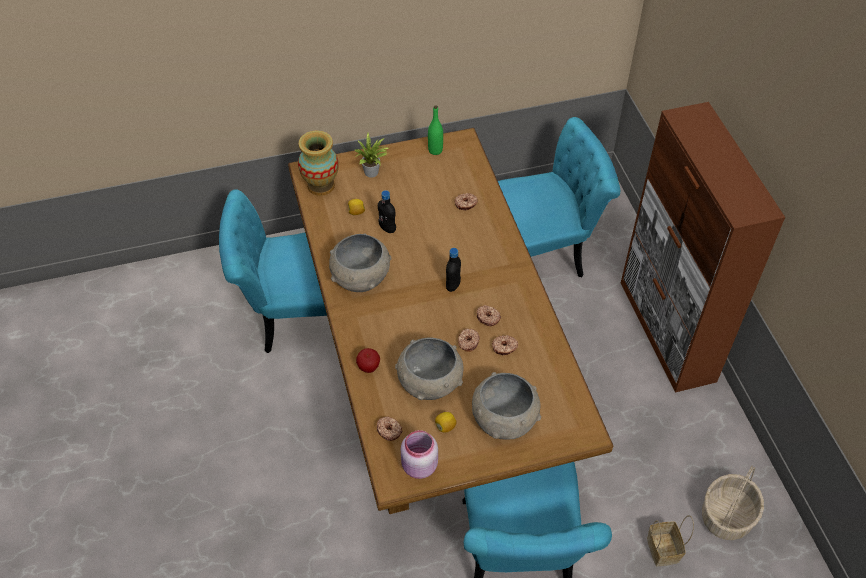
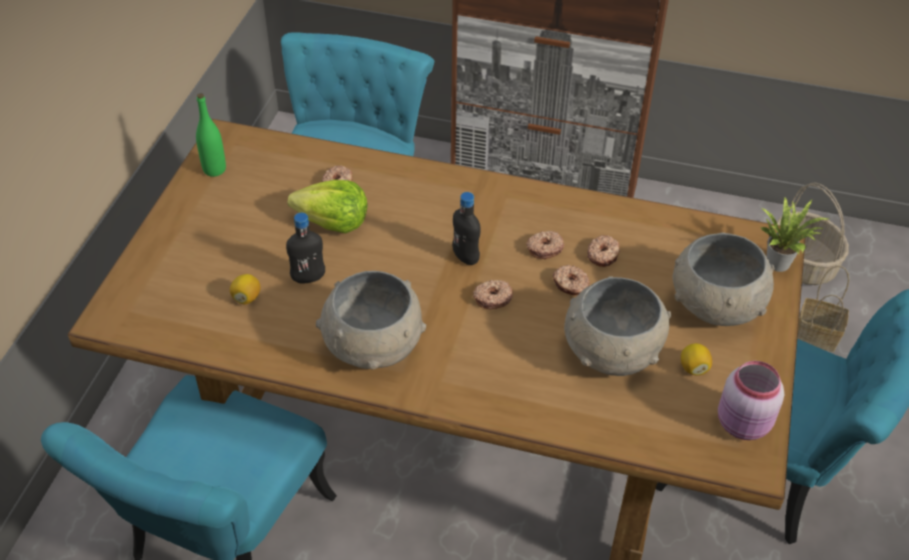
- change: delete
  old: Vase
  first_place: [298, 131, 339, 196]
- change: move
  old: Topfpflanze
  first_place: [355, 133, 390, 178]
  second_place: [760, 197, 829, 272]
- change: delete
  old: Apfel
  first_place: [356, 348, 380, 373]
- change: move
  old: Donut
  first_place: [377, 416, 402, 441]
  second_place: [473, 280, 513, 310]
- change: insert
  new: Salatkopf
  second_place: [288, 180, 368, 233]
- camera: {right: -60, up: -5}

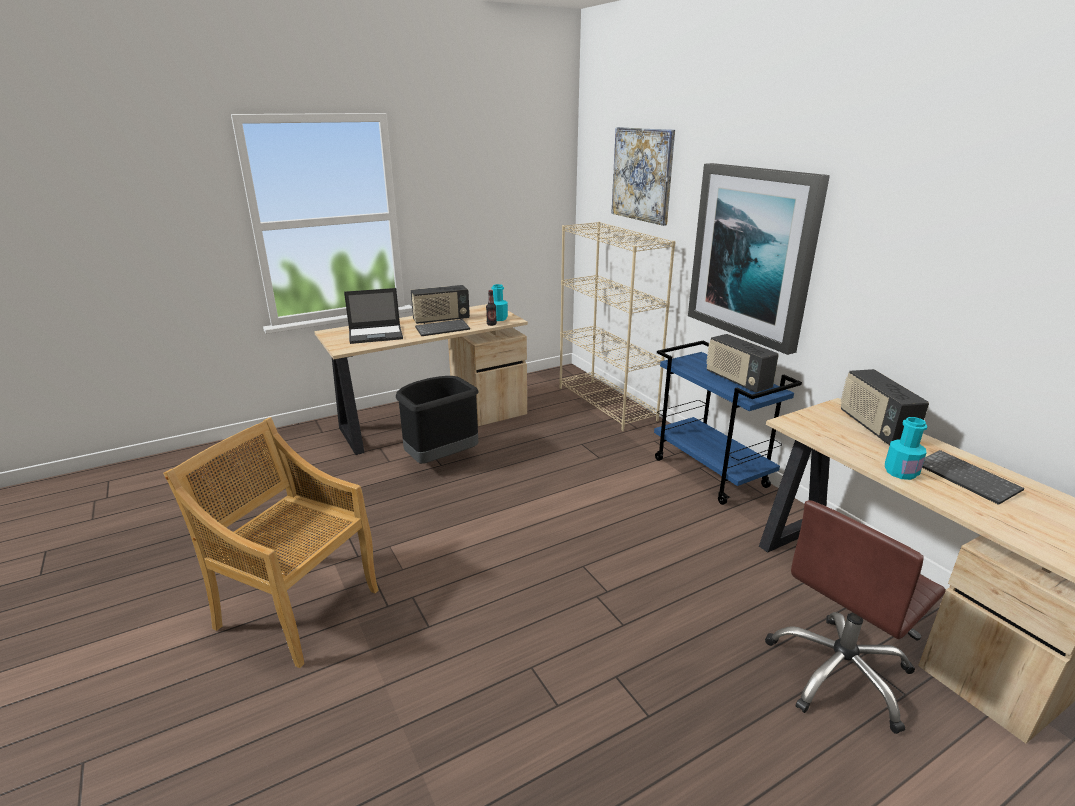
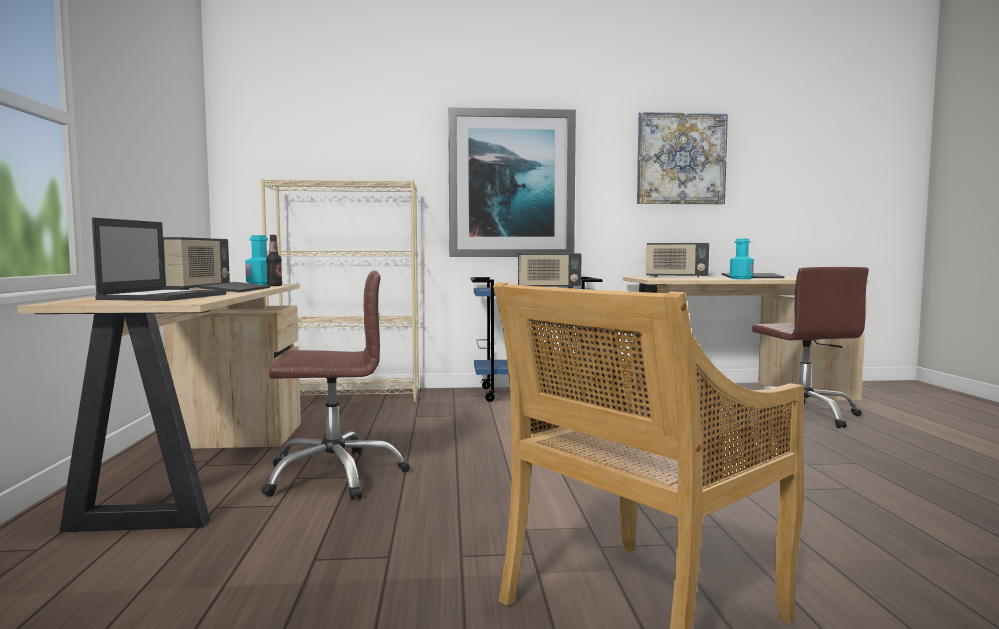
- change: replace
  old: Mülleimer (schwarz)
  new: Bürostuhl (braun)
  first_place: [396, 376, 478, 464]
  second_place: [261, 271, 410, 500]
- change: move
  old: Bild
  first_place: [611, 127, 675, 226]
  second_place: [637, 112, 728, 204]
- camera: {right: -65, up: -20}

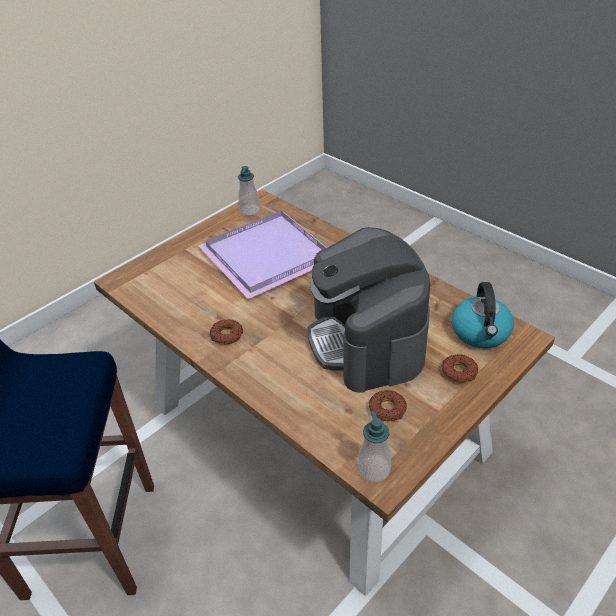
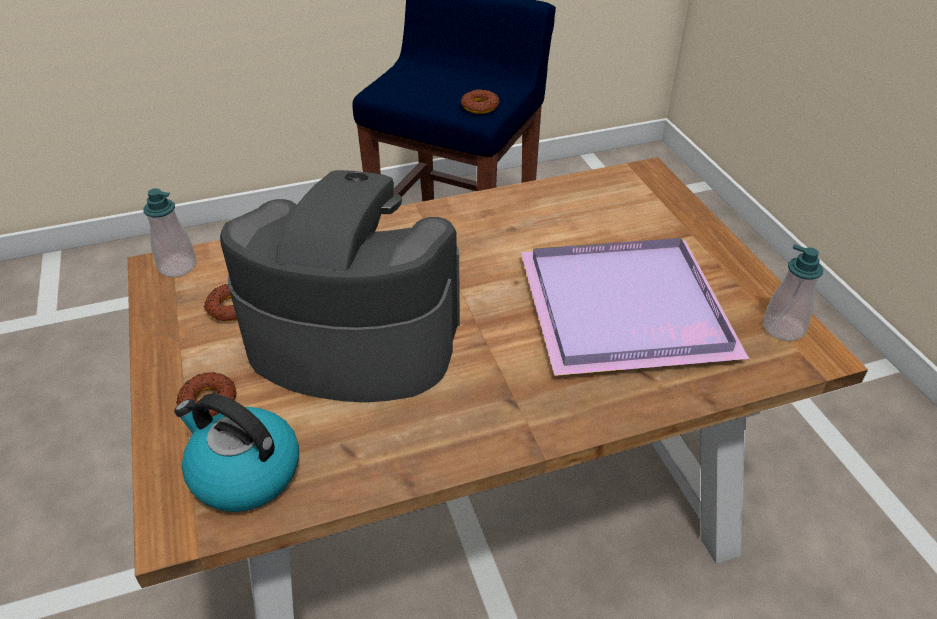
- change: move
  old: Donut
  first_place: [210, 319, 243, 345]
  second_place: [461, 89, 499, 114]
- camera: {right: 115, up: 0}

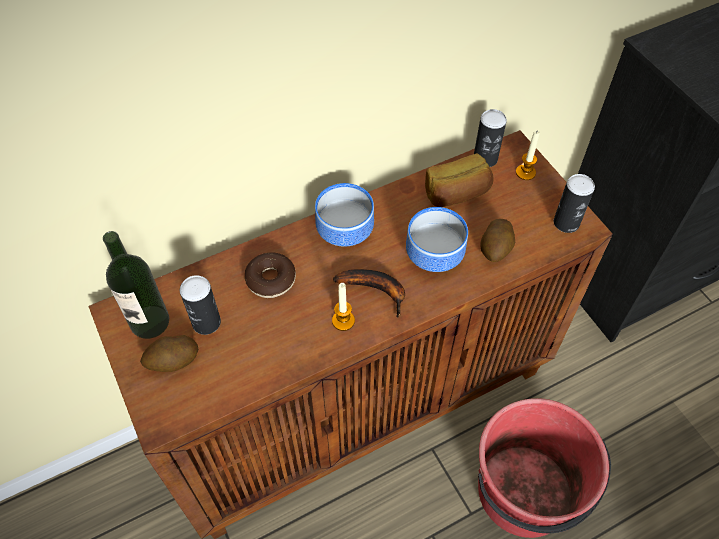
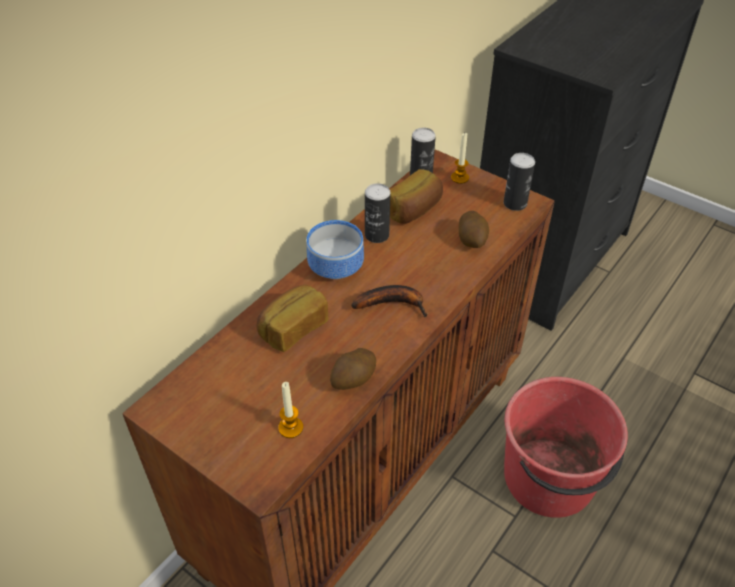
- change: delete
  old: Flasche
  first_place: [103, 231, 169, 339]
- change: move
  old: Kartoffel
  first_place: [140, 335, 198, 372]
  second_place: [330, 348, 376, 390]
- change: move
  old: Dose
  first_place: [180, 275, 221, 335]
  second_place: [365, 183, 390, 243]
- change: replace
  old: Donut
  new: Brot
  first_place: [245, 253, 296, 298]
  second_place: [256, 285, 328, 352]
- change: move
  old: Kerze
  first_place: [332, 283, 355, 331]
  second_place: [278, 382, 303, 438]
- change: delete
  old: Schüssel
  first_place: [406, 207, 468, 272]
- camera: {right: -25, up: -10}

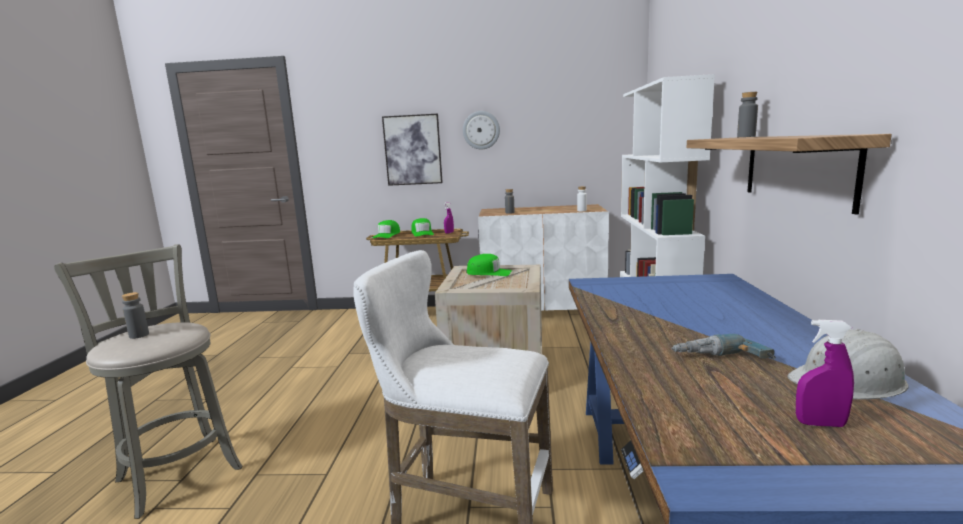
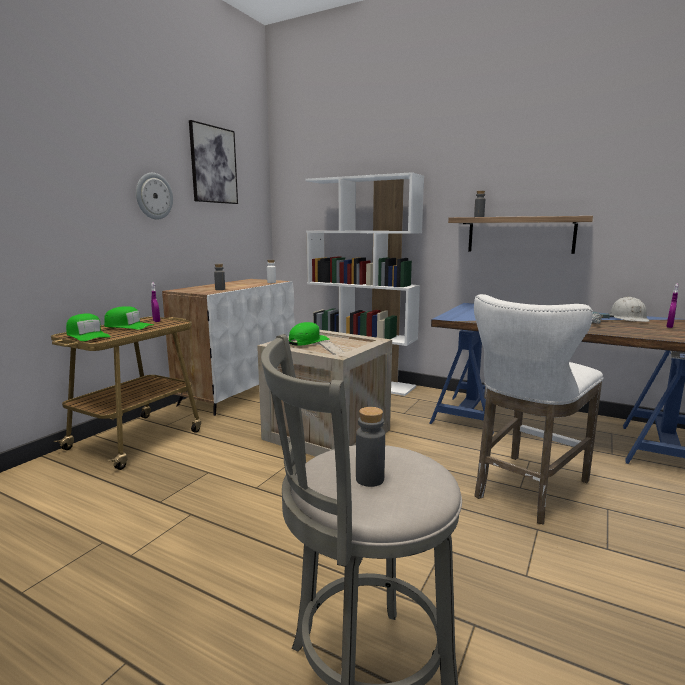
- change: move
  old: Bild
  first_place: [382, 114, 443, 186]
  second_place: [189, 120, 238, 204]
- camera: {right: -65, up: 0}

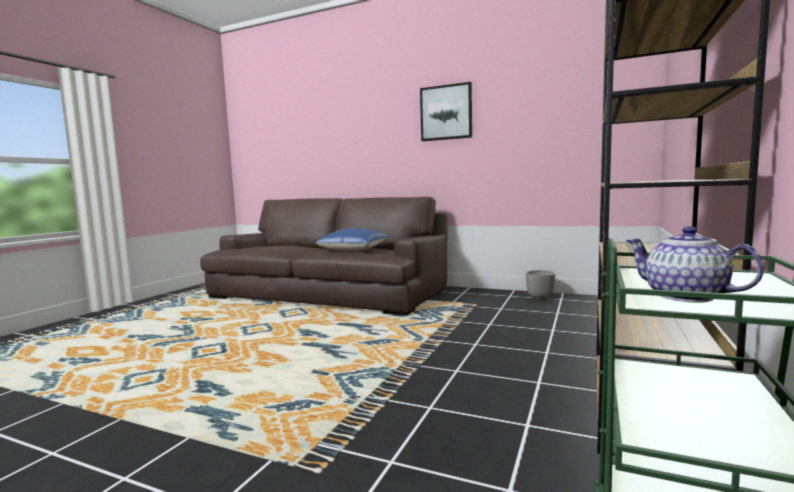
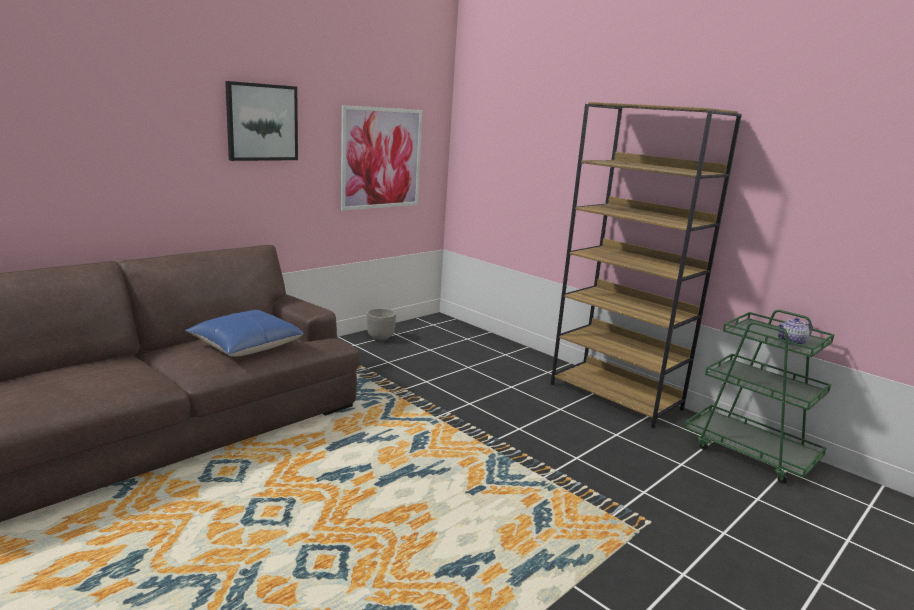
- change: insert
  new: Bild
  second_place: [341, 105, 422, 211]
- camera: {right: -70, up: 10}

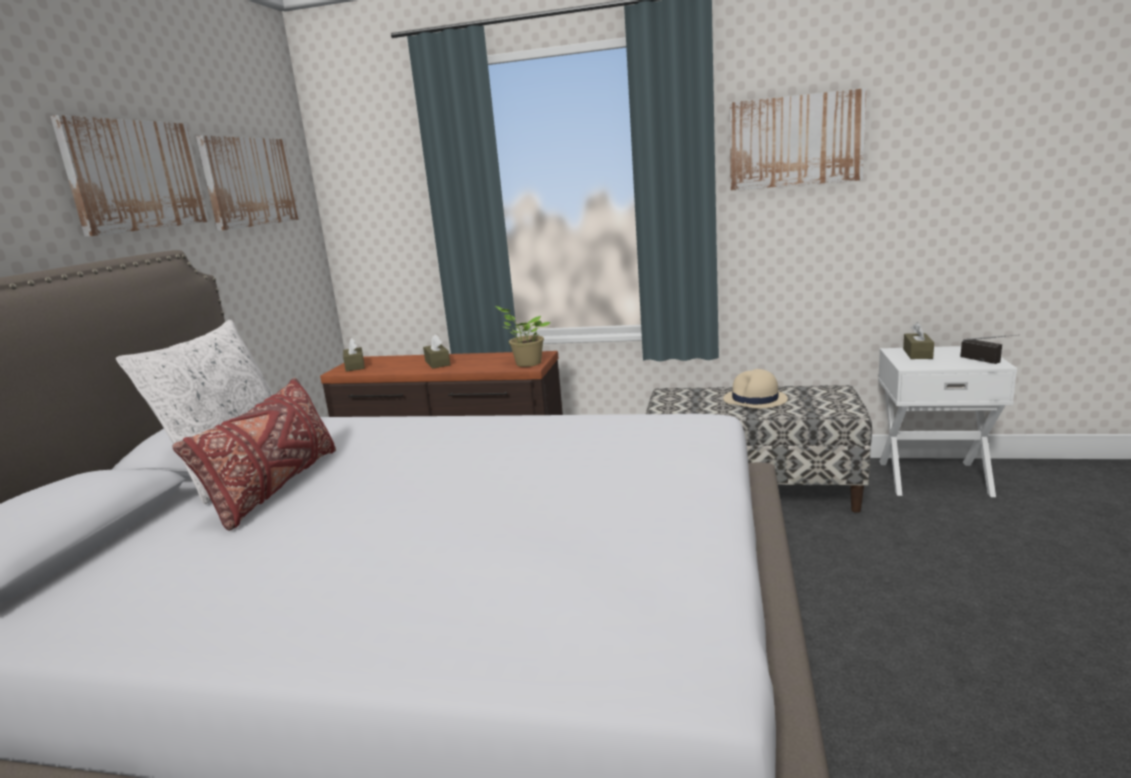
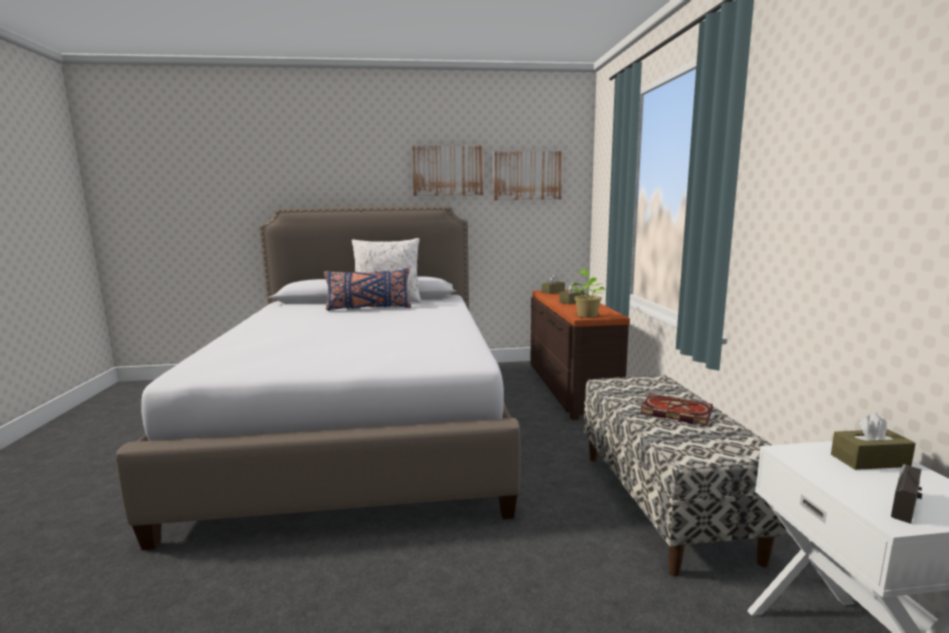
- change: recolor
  old: Kissen (rot)
  new: Kissen (blau)
  first_place: [172, 378, 336, 531]
  second_place: [324, 268, 411, 311]
- change: replace
  old: Hut (beige)
  new: Buch
  first_place: [723, 369, 788, 408]
  second_place: [640, 394, 713, 426]
- change: delete
  old: Bild
  first_place: [730, 88, 866, 190]
- camera: {right: 70, up: -5}

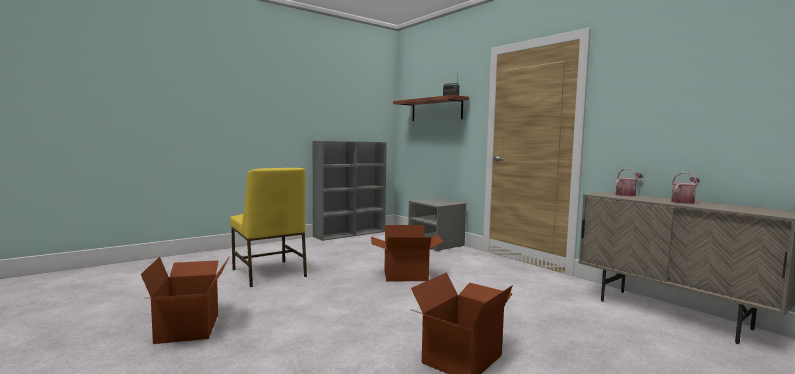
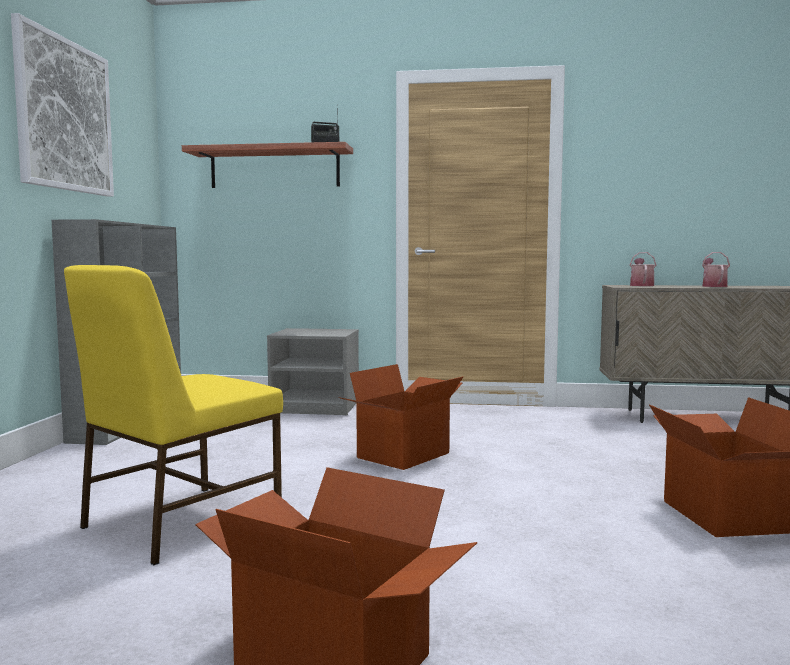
- change: rotate
  old: Stuhl (gelb)
  first_place: [230, 168, 307, 287]
  second_place: [64, 265, 283, 565]
  degrees: 120
- change: insert
  new: Bild
  second_place: [11, 13, 114, 197]
- camera: {right: -45, up: 0}

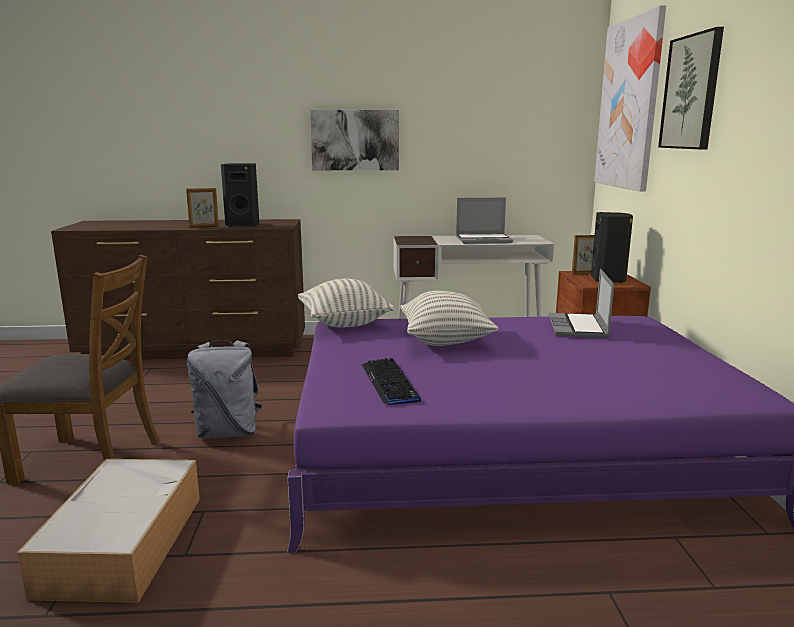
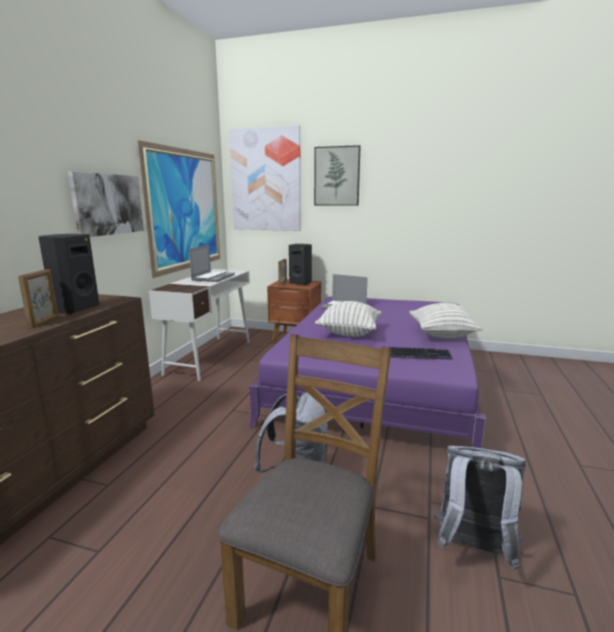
- change: replace
  old: Aufbewahrungsbox
  new: Rucksack (grau)
  first_place: [17, 459, 200, 603]
  second_place: [434, 446, 526, 570]
- change: move
  old: Kissen
  first_place: [298, 279, 394, 327]
  second_place: [409, 303, 483, 339]
- change: insert
  new: Bild
  second_place: [137, 140, 220, 278]
- camera: {right: -70, up: 0}

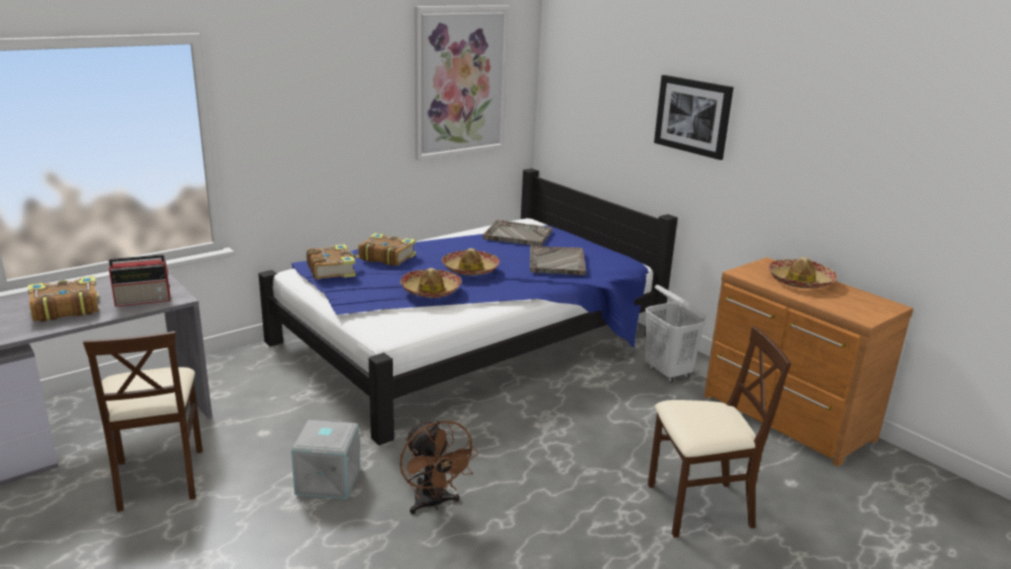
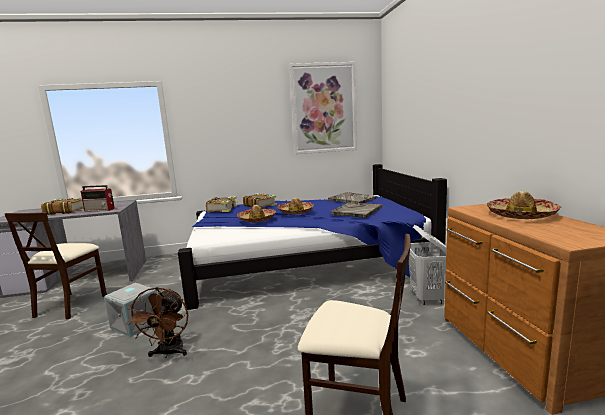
- change: delete
  old: Bild
  first_place: [654, 75, 734, 160]
- camera: {right: 30, up: -10}

